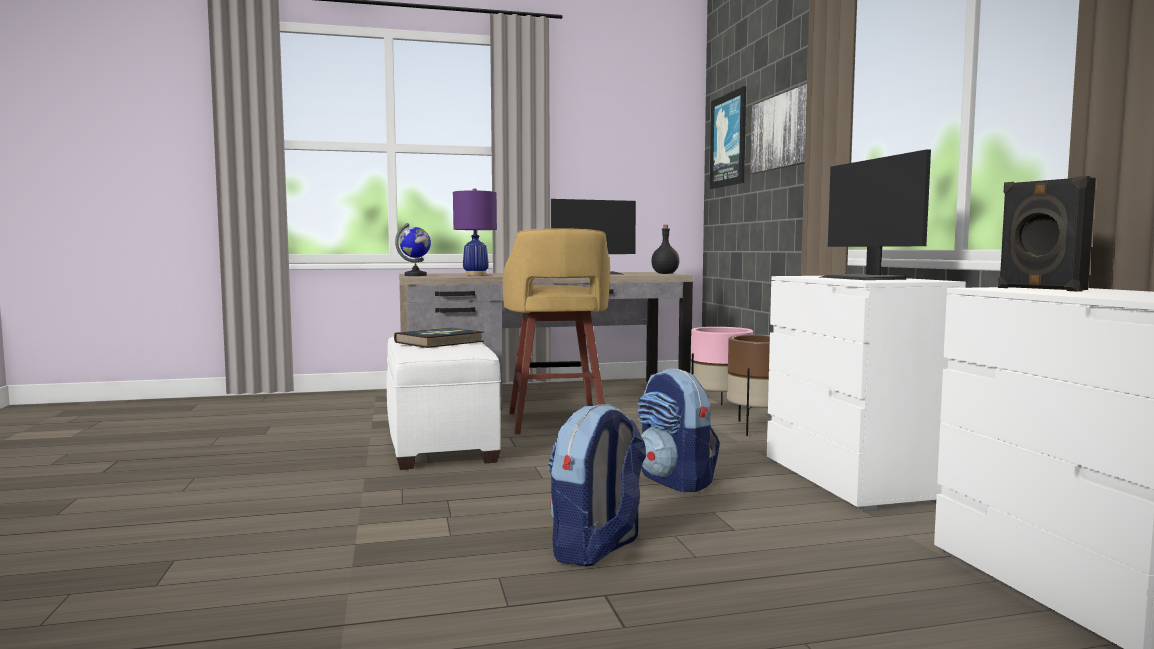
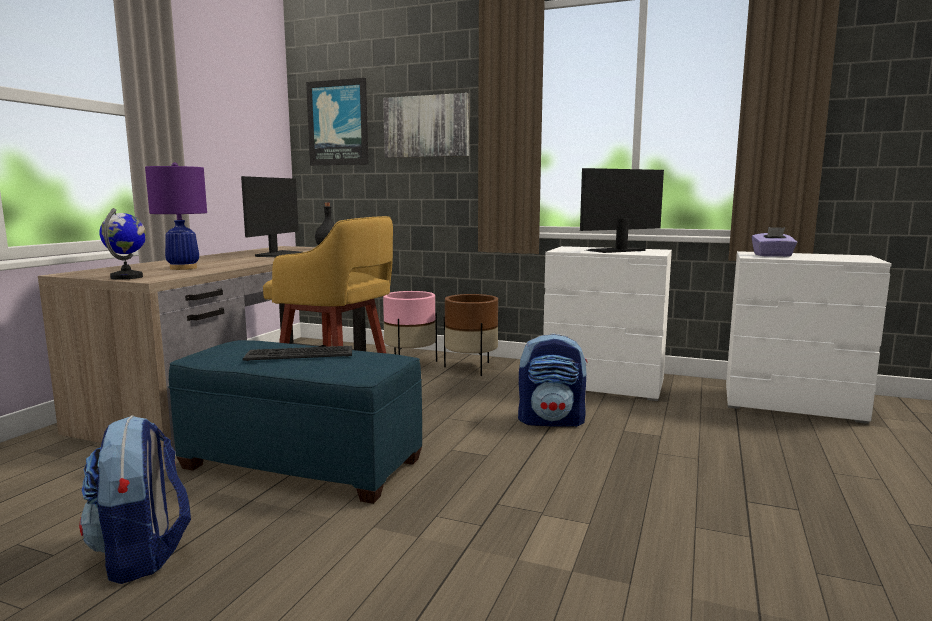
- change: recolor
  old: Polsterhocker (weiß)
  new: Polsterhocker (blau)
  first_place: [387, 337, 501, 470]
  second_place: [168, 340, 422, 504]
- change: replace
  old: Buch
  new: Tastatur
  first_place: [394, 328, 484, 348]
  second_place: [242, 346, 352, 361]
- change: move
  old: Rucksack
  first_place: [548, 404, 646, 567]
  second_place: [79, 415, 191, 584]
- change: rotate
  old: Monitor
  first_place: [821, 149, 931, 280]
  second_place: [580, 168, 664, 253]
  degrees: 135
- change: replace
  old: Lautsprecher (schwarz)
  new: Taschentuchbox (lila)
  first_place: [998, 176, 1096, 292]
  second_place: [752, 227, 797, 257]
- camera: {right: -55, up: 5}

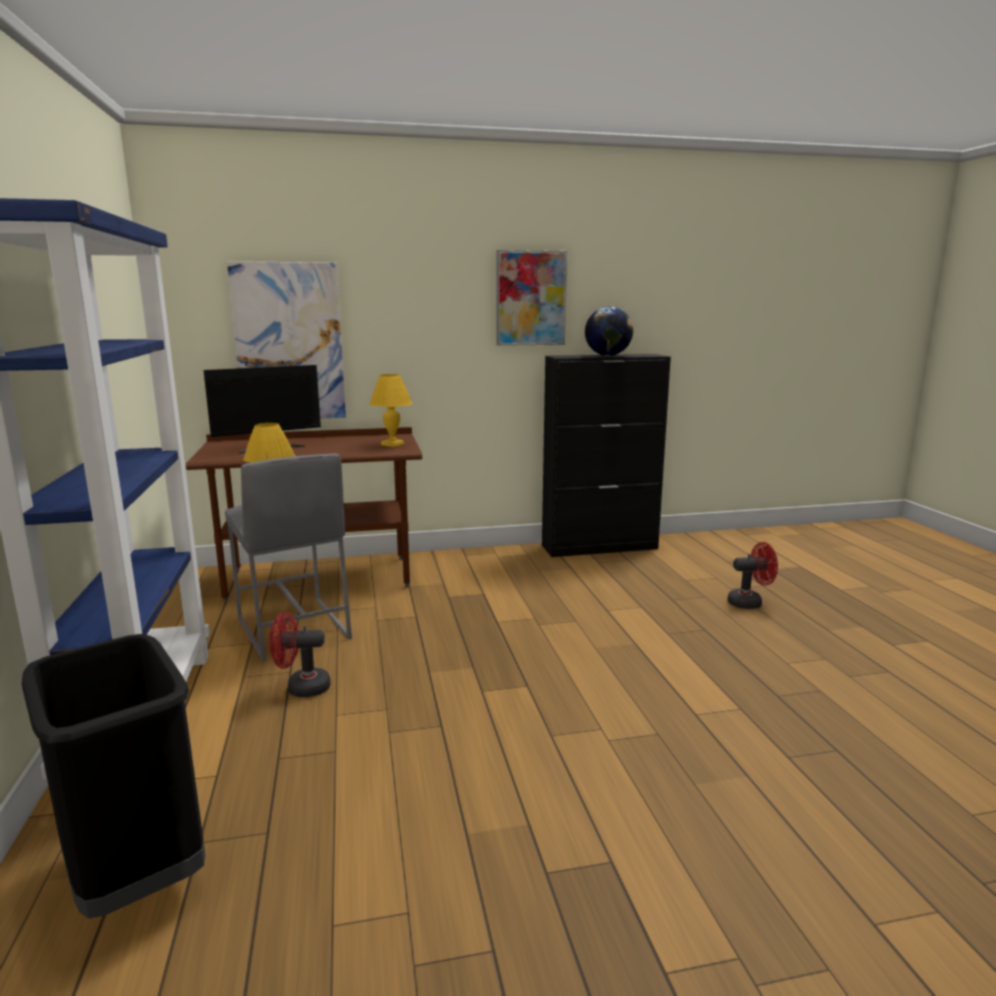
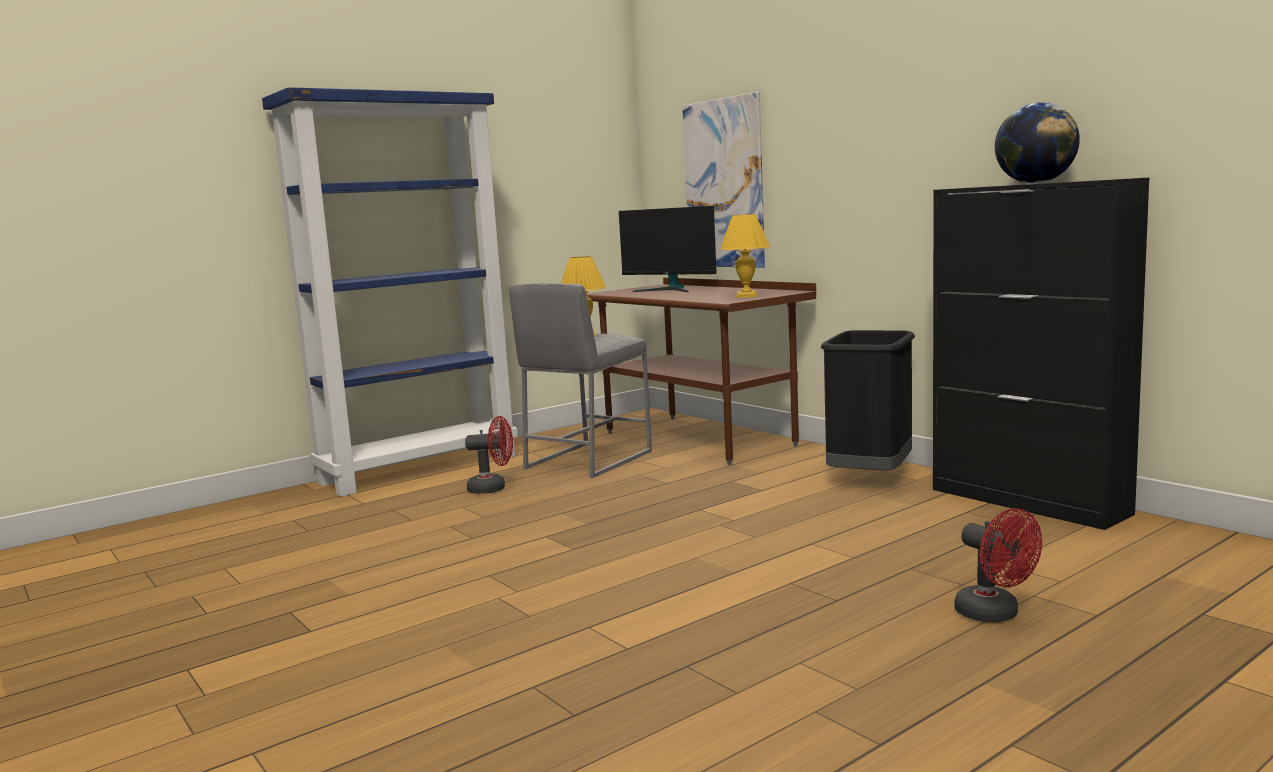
- change: move
  old: Mülleimer (schwarz)
  first_place: [22, 634, 206, 919]
  second_place: [821, 330, 915, 471]
- change: rotate
  old: Ventilator (rot)
  first_place: [269, 612, 330, 697]
  second_place: [465, 416, 513, 494]
  degrees: 120
- change: delete
  old: Bild
  first_place: [496, 250, 567, 346]
- camera: {right: 65, up: -5}

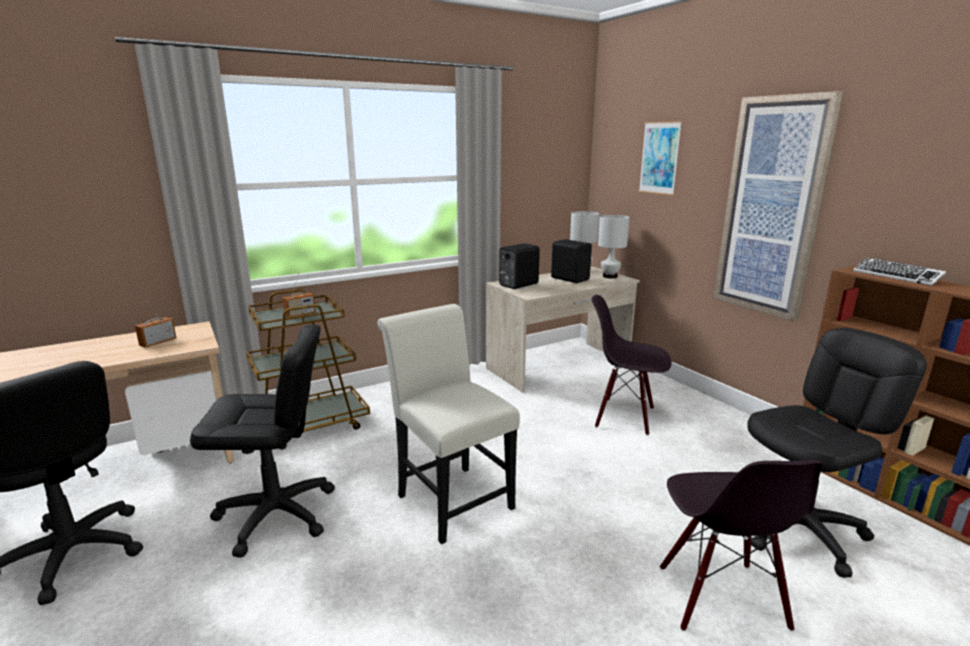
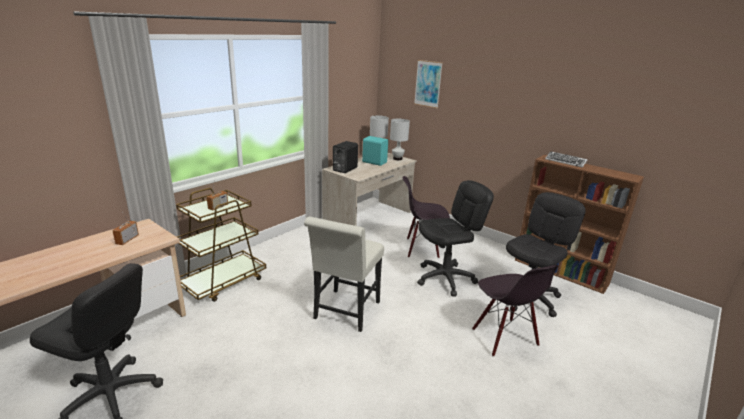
- change: move
  old: Bürostuhl (schwarz)
  first_place: [190, 324, 335, 558]
  second_place: [417, 180, 494, 297]
- change: rotate
  old: Stuhl (weiß)
  first_place: [377, 304, 520, 544]
  second_place: [304, 217, 384, 332]
  degrees: -105
- change: recolor
  old: Lautsprecher (schwarz)
  new: Lautsprecher (türkis)
  first_place: [551, 239, 592, 283]
  second_place: [362, 136, 388, 166]
- change: delete
  old: Bild
  first_place: [713, 91, 843, 321]
- camera: {right: -20, up: 5}

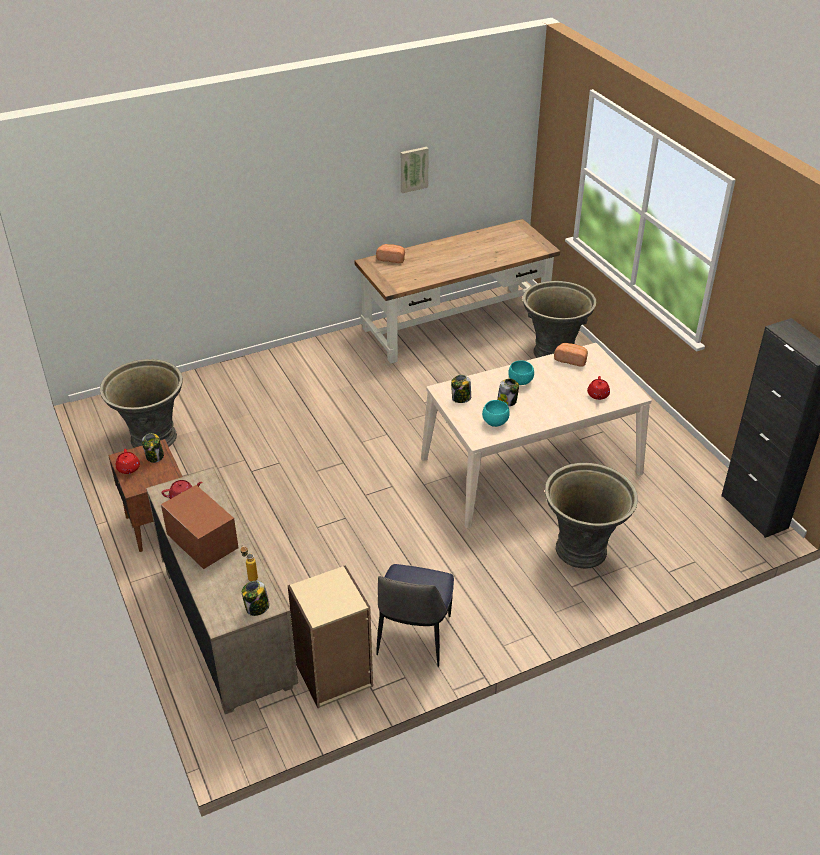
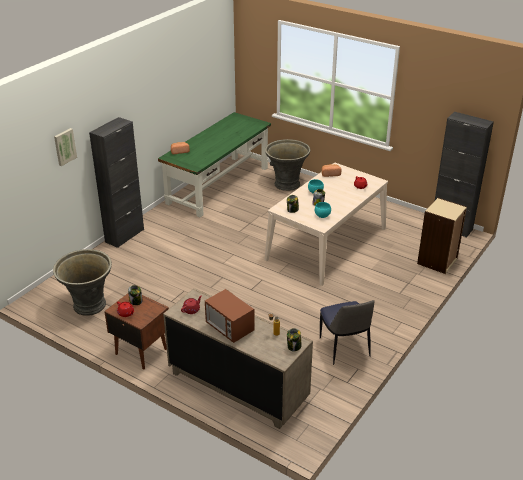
- change: rotate
  old: Mikrowelle
  first_place: [161, 485, 239, 569]
  second_place: [205, 289, 255, 343]
  degrees: -150
- change: move
  old: Bücherregal (beige)
  first_place: [288, 565, 373, 708]
  second_place: [417, 198, 467, 274]
- change: recolor
  old: Schreibtisch (braun)
  new: Schreibtisch (grün)
  first_place: [354, 219, 560, 364]
  second_place: [158, 112, 271, 217]
- change: move
  old: Bild
  first_place: [401, 147, 429, 193]
  second_place: [54, 128, 77, 166]
- change: delete
  old: Pflanzkübel (grau)
  first_place: [545, 463, 638, 569]
- change: insert
  new: Schrank (schwarz)
  second_place: [89, 117, 144, 248]
- camera: {right: -30, up: -5}

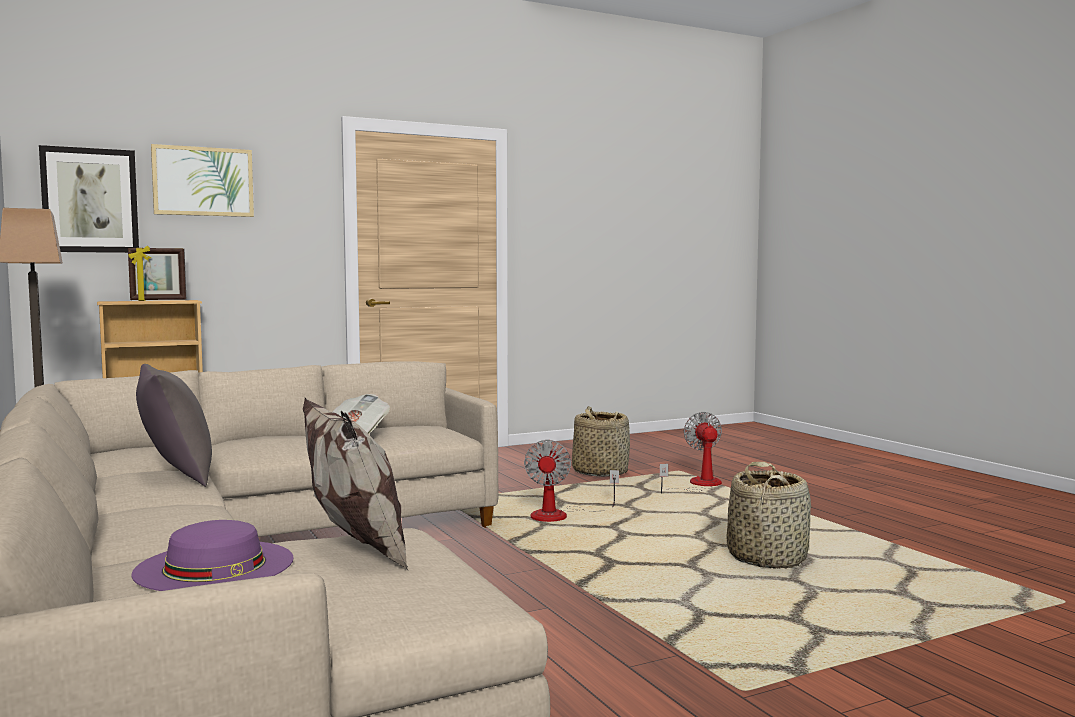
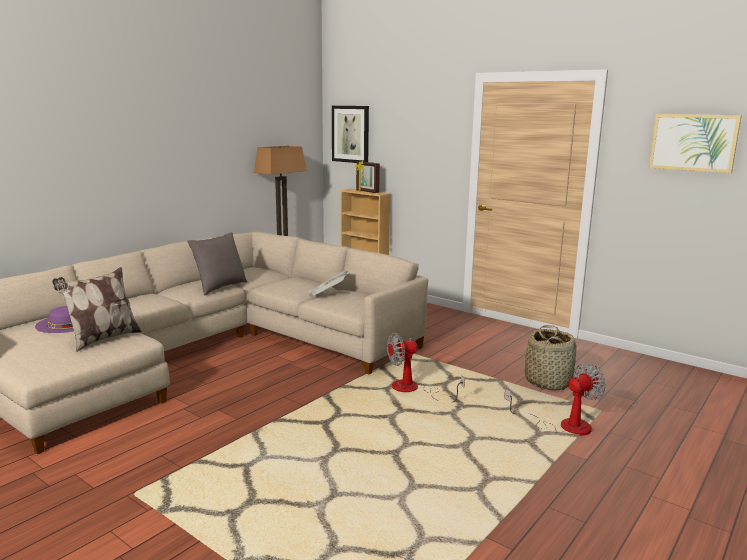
- change: move
  old: Bild
  first_place: [151, 144, 254, 217]
  second_place: [649, 114, 742, 173]
- change: delete
  old: Korb
  first_place: [727, 462, 811, 569]
- camera: {right: 65, up: 10}

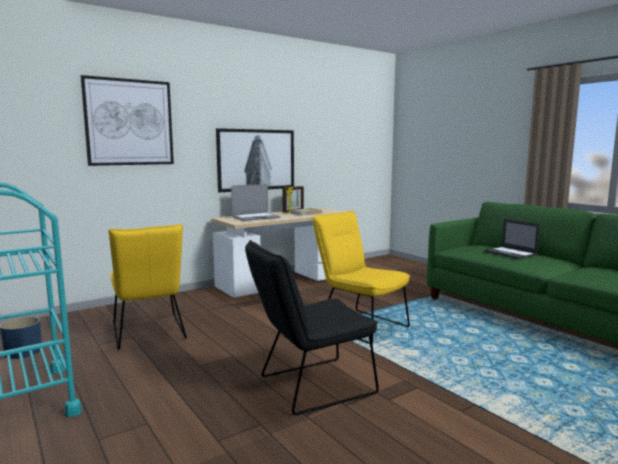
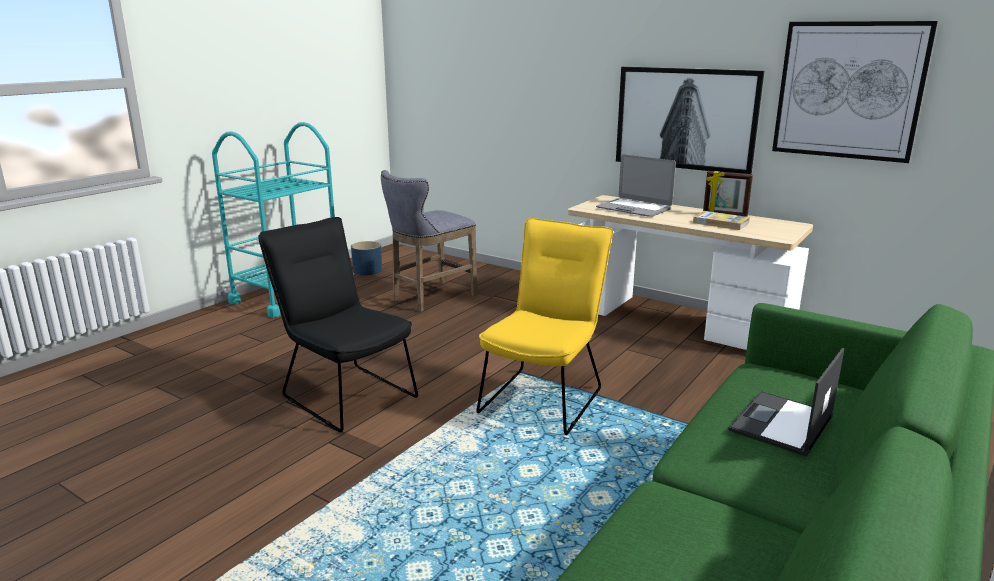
- change: move
  old: Bild
  first_place: [81, 75, 174, 166]
  second_place: [772, 21, 938, 163]
- change: replace
  old: Stuhl (gelb)
  new: Hocker (grau)
  first_place: [108, 224, 187, 350]
  second_place: [381, 170, 477, 312]
- camera: {right: 70, up: 10}

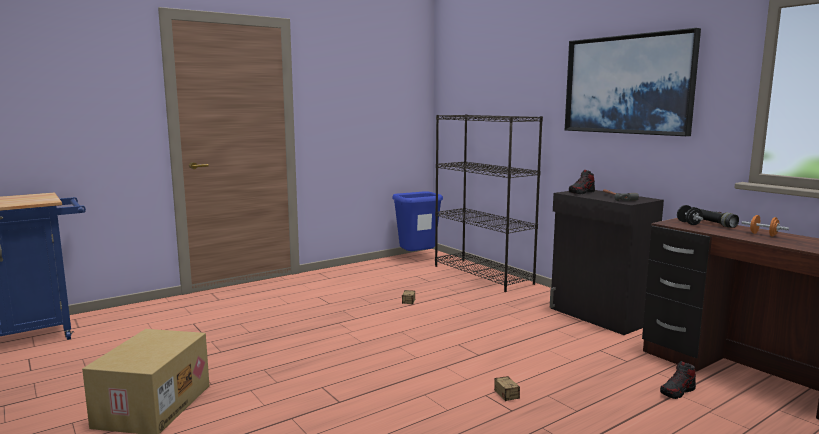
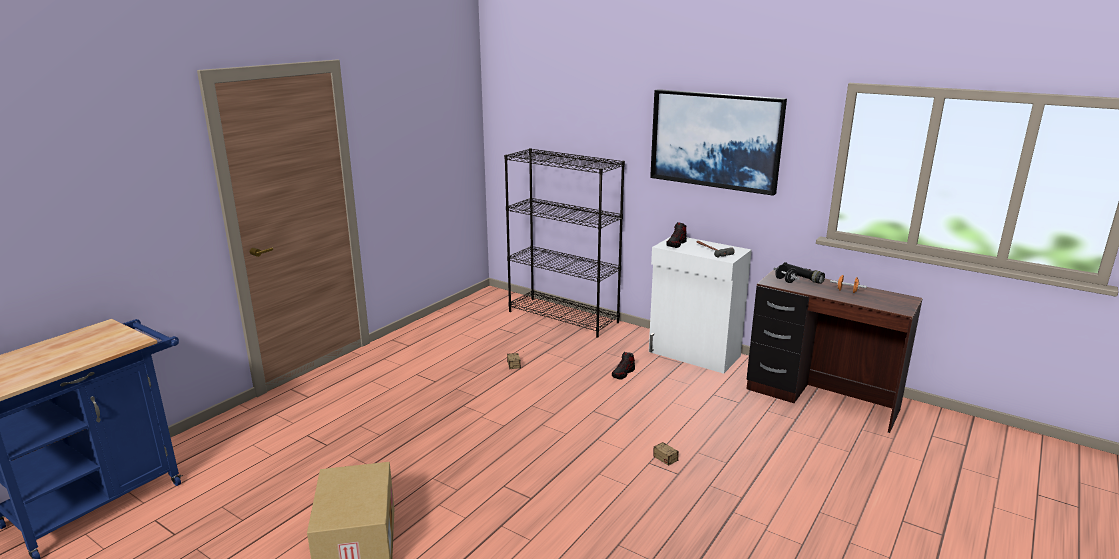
- change: delete
  old: Mülleimer (blau)
  first_place: [392, 191, 443, 251]
- change: recolor
  old: Schrank (schwarz)
  new: Schrank (weiß)
  first_place: [550, 190, 664, 335]
  second_place: [649, 237, 752, 374]
- change: move
  old: Schuh
  first_place: [660, 361, 696, 399]
  second_place: [612, 352, 635, 380]
- camera: {right: -20, up: 10}

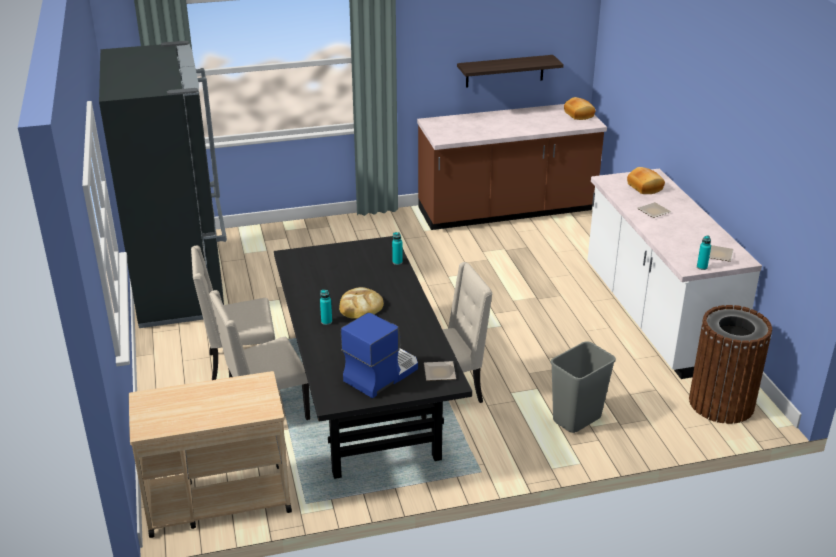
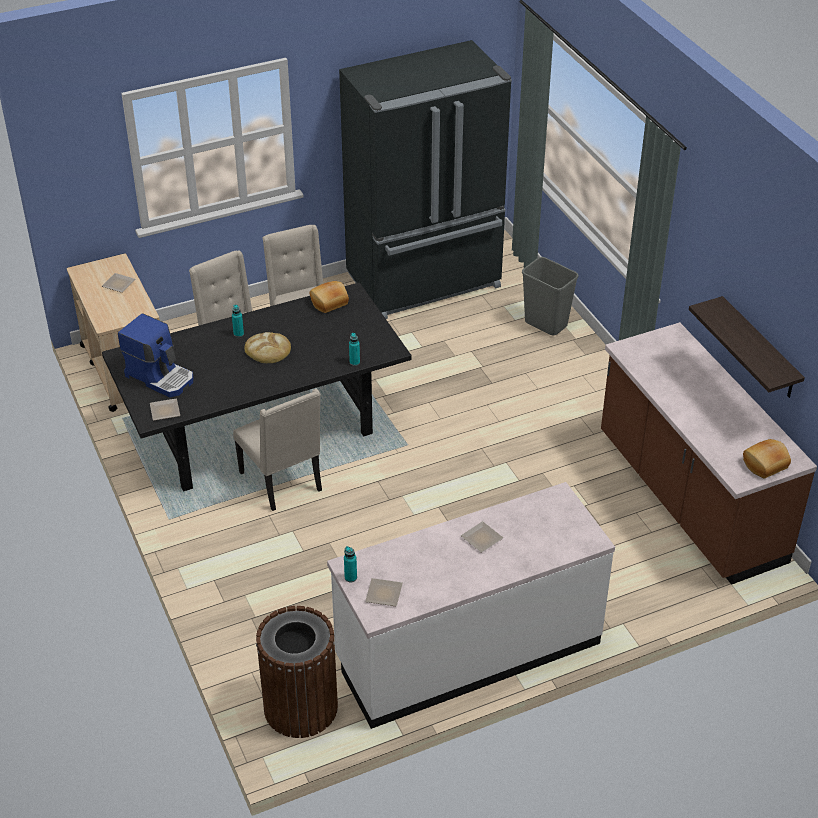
- change: move
  old: Mülleimer (grau)
  first_place: [551, 341, 616, 433]
  second_place: [522, 257, 579, 335]
- change: move
  old: Brot
  first_place: [627, 167, 665, 194]
  second_place: [310, 281, 349, 313]
- change: insert
  new: Teller
  second_place: [102, 273, 135, 293]
- camera: {right: 80, up: 10}

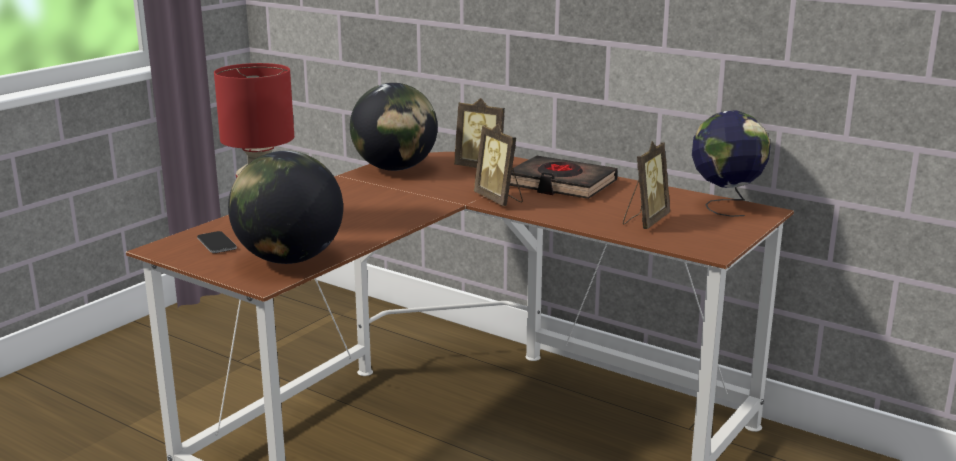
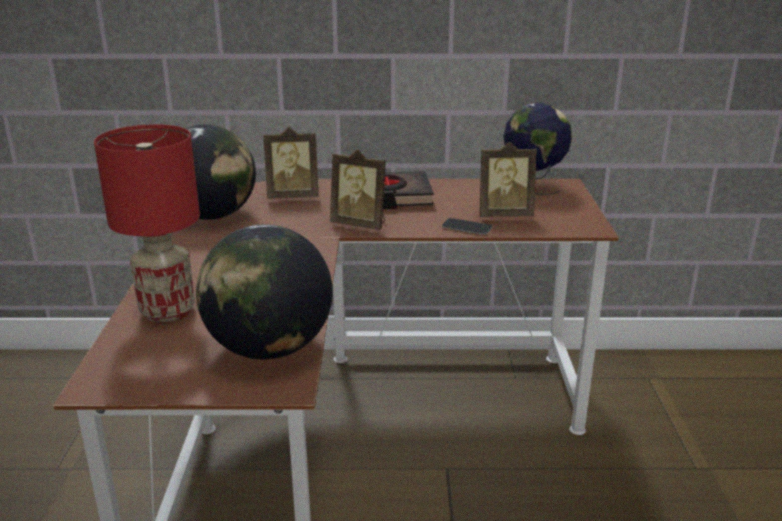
- change: move
  old: Handy
  first_place: [197, 231, 237, 253]
  second_place: [442, 218, 492, 235]
- change: rotate
  old: Bilderrahmen
  first_place: [623, 141, 670, 229]
  second_place: [480, 142, 537, 217]
  degrees: 90
- camera: {right: -35, up: 5}

